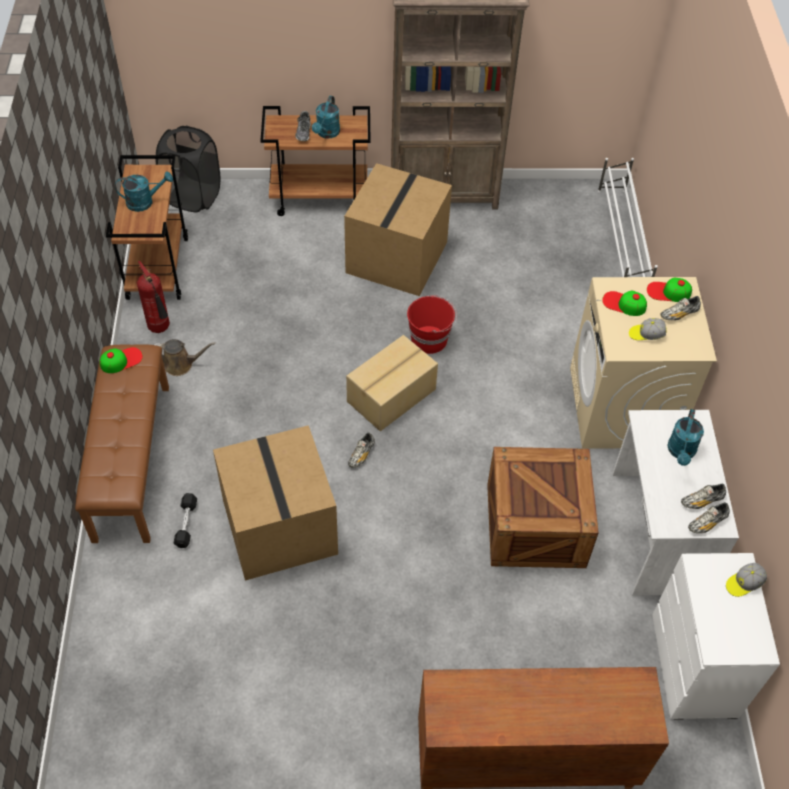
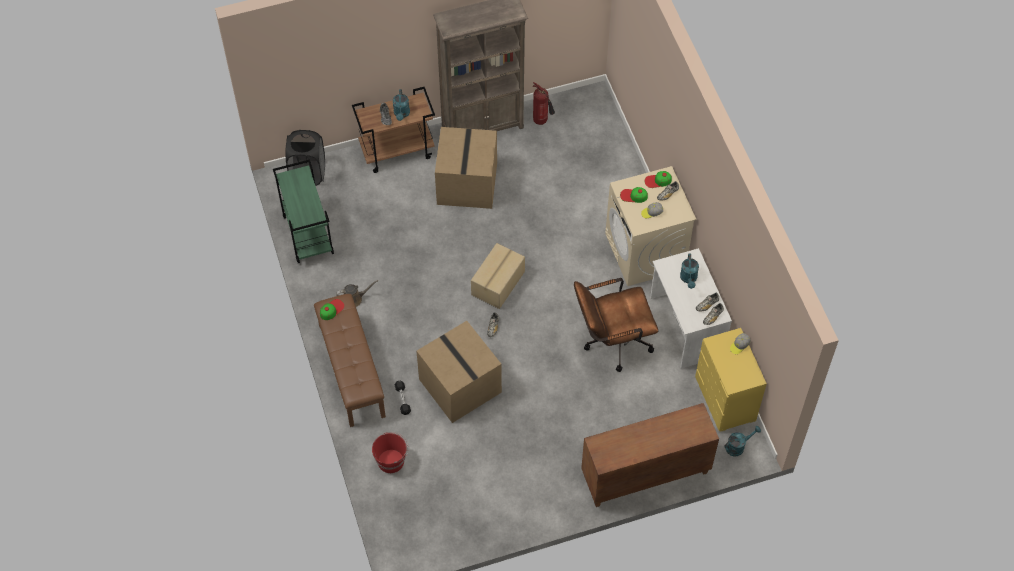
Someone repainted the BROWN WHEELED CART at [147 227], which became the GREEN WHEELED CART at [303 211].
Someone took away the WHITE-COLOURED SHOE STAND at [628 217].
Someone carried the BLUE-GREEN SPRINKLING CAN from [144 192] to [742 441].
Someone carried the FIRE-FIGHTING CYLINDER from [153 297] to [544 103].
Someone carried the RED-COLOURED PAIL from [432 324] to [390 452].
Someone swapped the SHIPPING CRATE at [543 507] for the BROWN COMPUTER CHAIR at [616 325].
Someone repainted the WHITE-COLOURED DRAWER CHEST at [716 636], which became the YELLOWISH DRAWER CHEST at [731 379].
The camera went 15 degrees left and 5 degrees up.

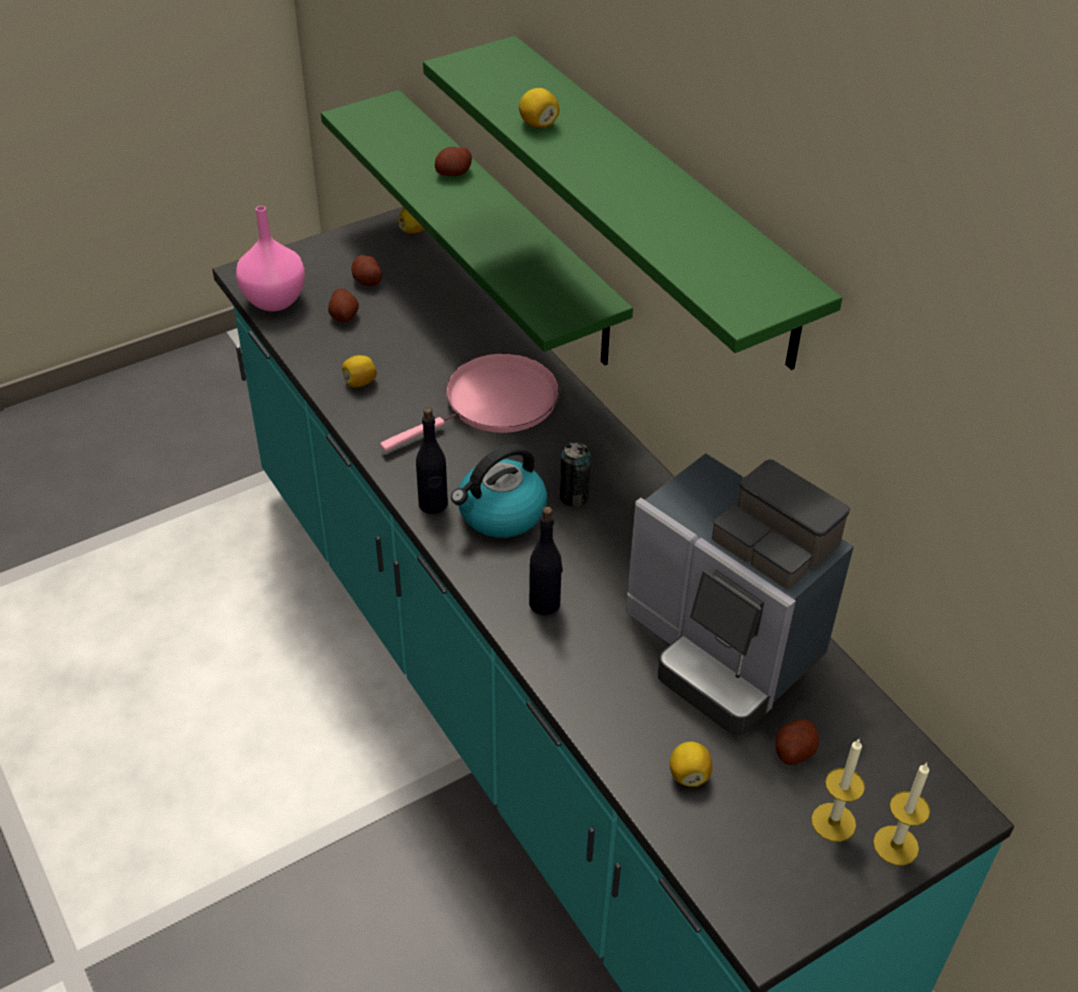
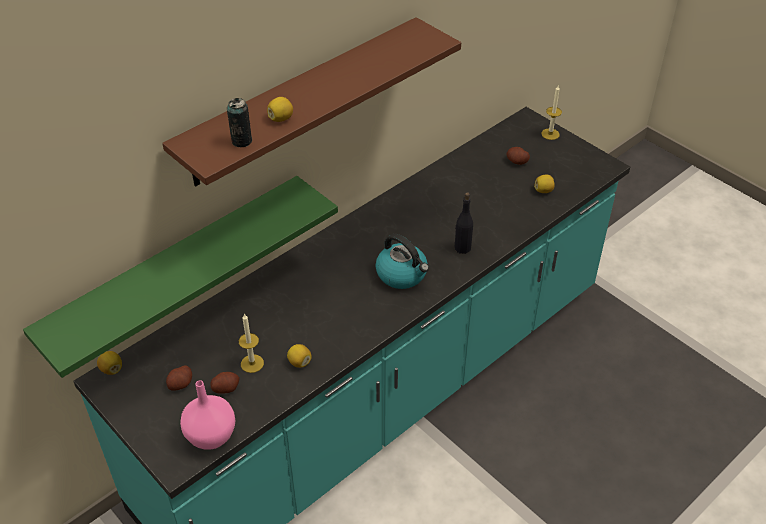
Someone repainted the GREEN WALL SHELF at [632 203], which became the BROWN WALL SHELF at [311 101].
Someone took away the POTATO at [453 161].
Someone took away the PINK-COLOURED FRYING PAN at [469 402].
Someone took away the BLACK BOTTLE at [432 460].
Someone carried the CAN from [575 474] to [239 122].
Someone took away the COFFEE MAKER at [740 594].
Someone carried the WAX LIGHT from [838 790] to [251 343].
The camera went 100 degrees left and 0 degrees up.

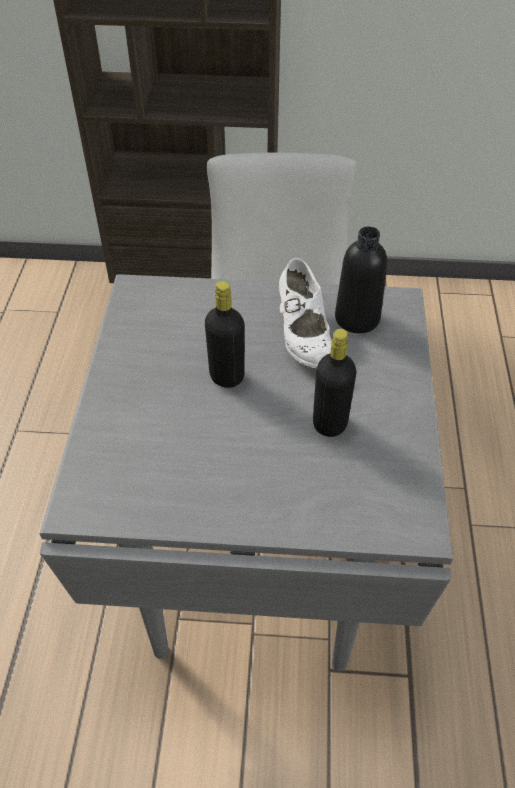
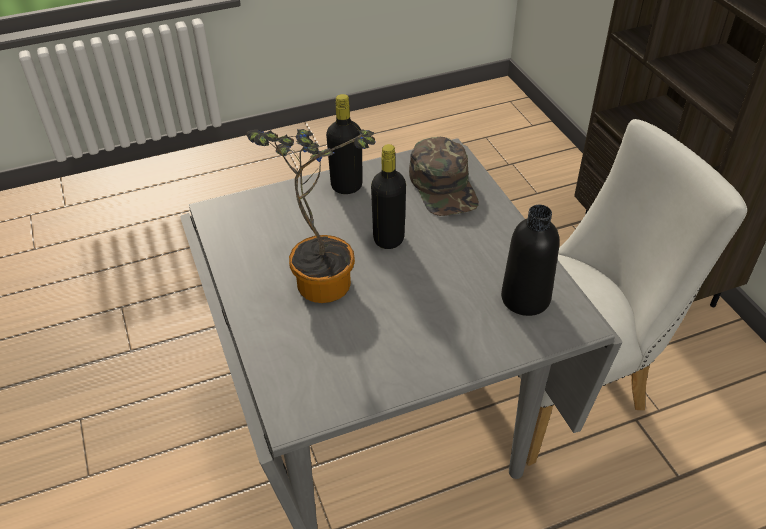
Someone took away the WHITE-COLOURED SHOE at [305 313].
Someone carried the BLACK BOTTLE from [334 383] to [344 144].
Someone put down the HOUSEPLANT at [311 215].
Someone put down the GREEN BASEBALL CAP at [444 176].
The camera went 65 degrees right and 5 degrees down.

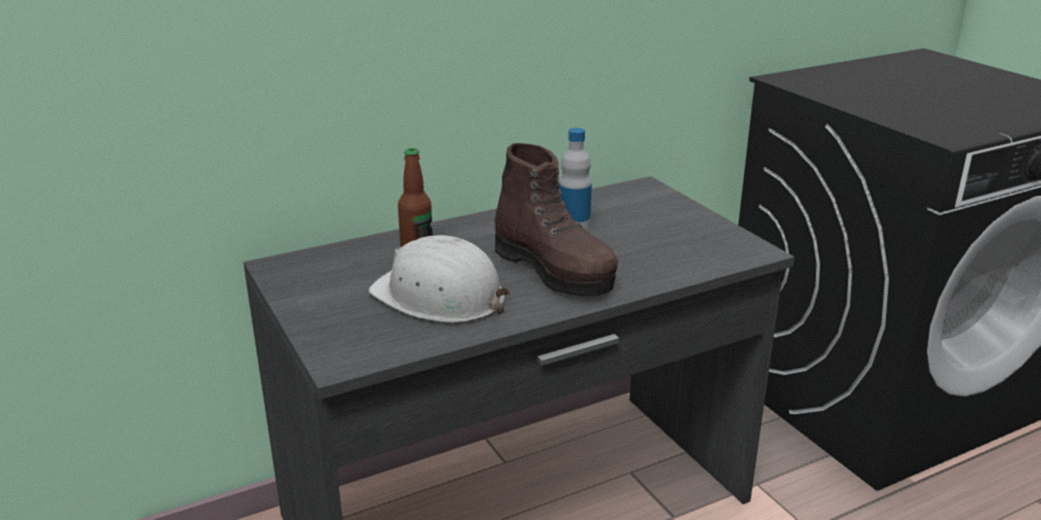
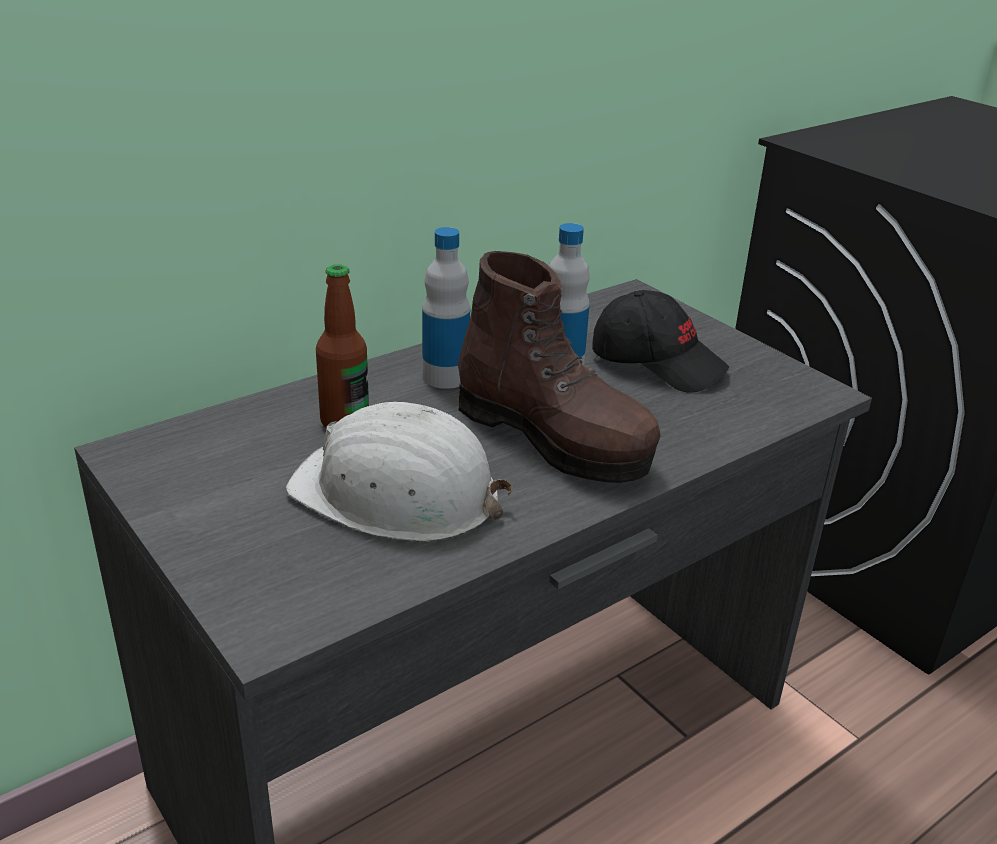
Someone put down the BOTTLE at [446 308].
Someone put down the BLACK BASEBALL CAP at [660 341].
The camera went 10 degrees left and 5 degrees up.

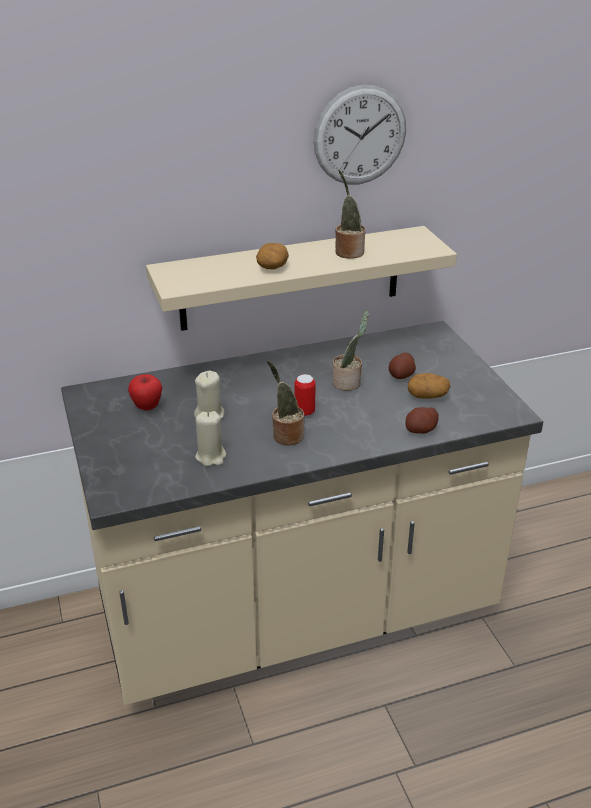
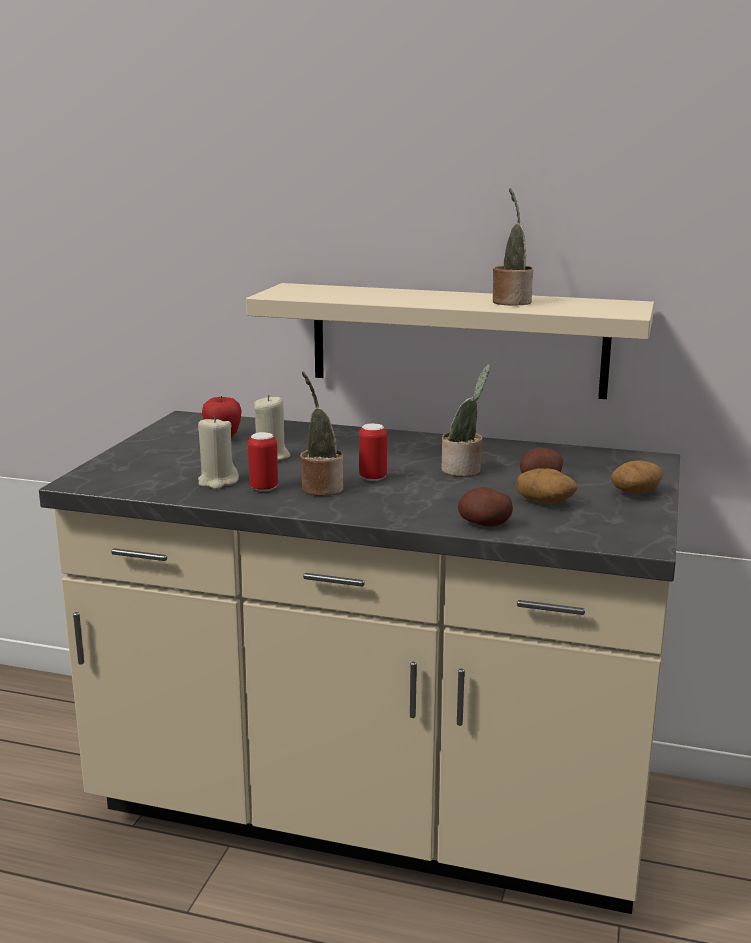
Someone took away the CLOCK ON THE WALL at [359 135].
Someone carried the POTATO from [272 256] to [637 477].
Someone put down the CAN at [263 462].
The camera went 35 degrees right and 15 degrees down.

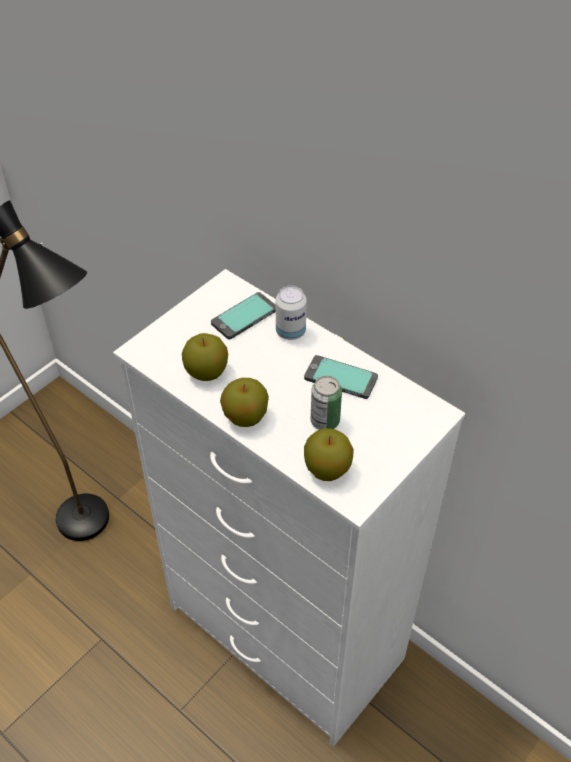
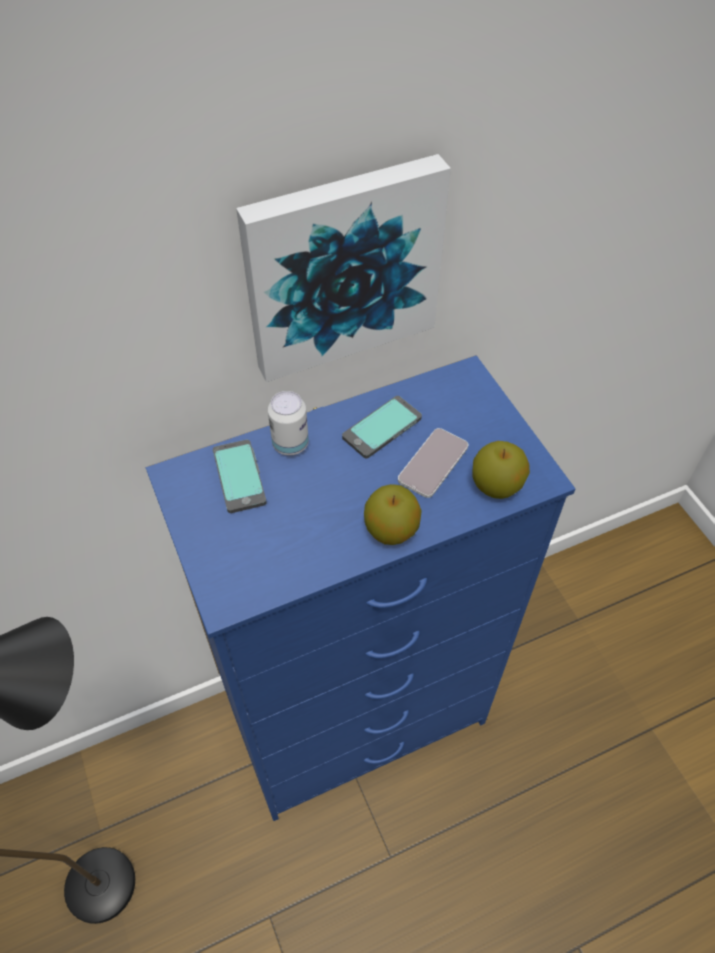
Someone repainted the WHITE-COLOURED DRAWER CHEST at [289 508], which became the BLUISH DRAWER CHEST at [360 588].
Someone took away the WHOLE APPLE at [205 357].
Someone swapped the CAN at [326 403] for the HANDSET at [433 463].
Someone put up the WALL PICTURE at [343 268].
The camera went 65 degrees left and 5 degrees up.

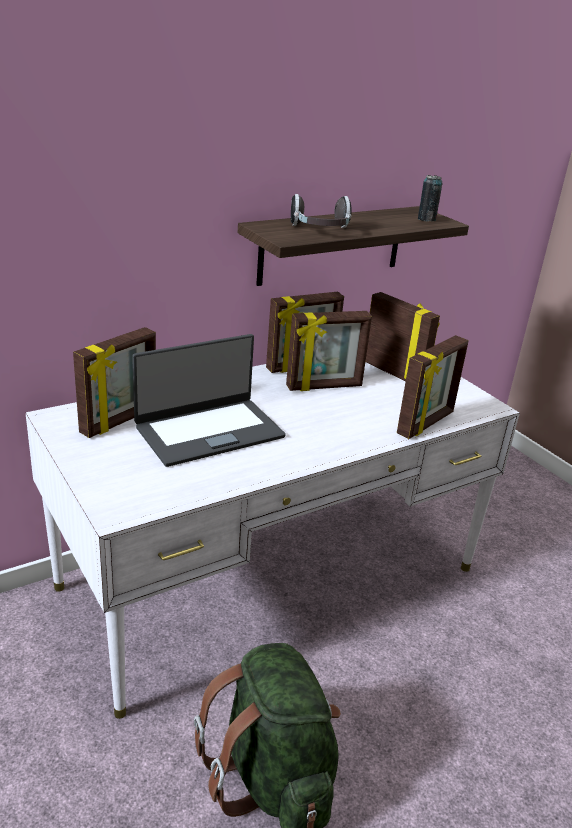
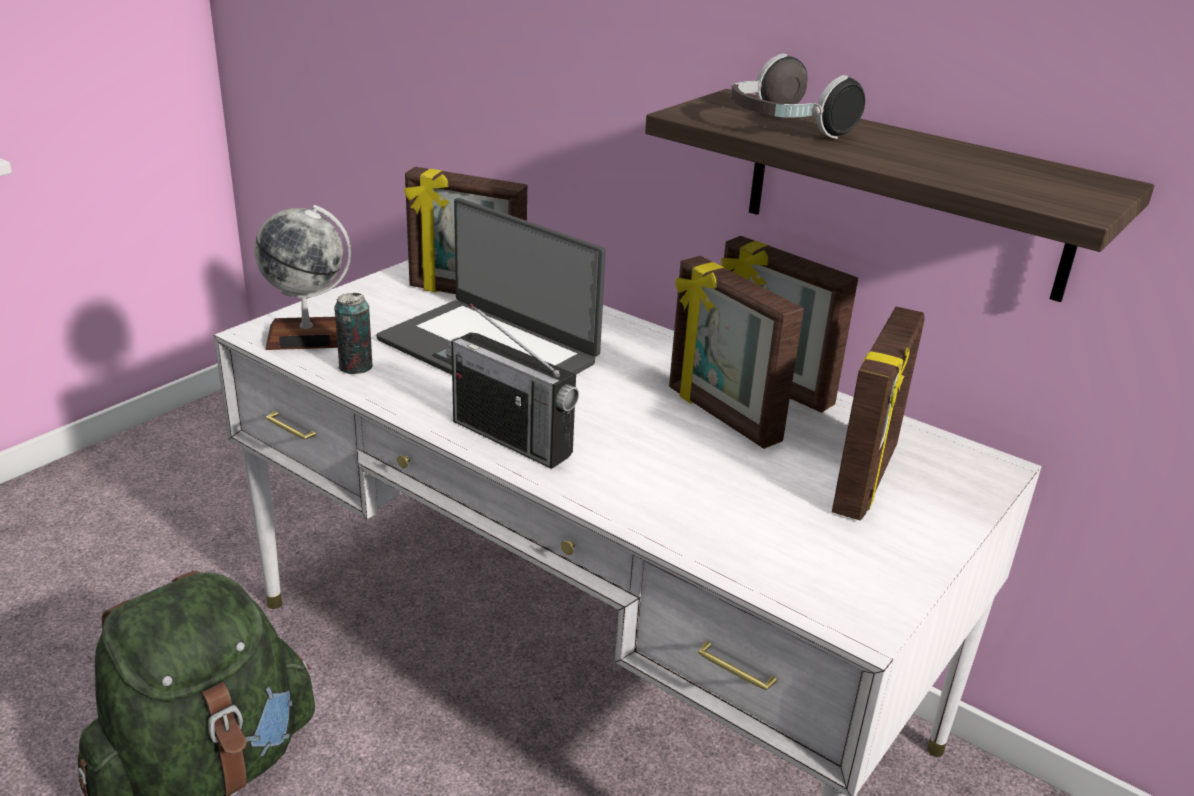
Someone carried the CAN from [430 198] to [353 333].
Someone took away the STANDING FRAME at [433 387].
Someone put down the DESK GLOBE at [303 277].
Someone put down the RADIO RECEIVER at [512 386].
The camera went 70 degrees right and 0 degrees up.

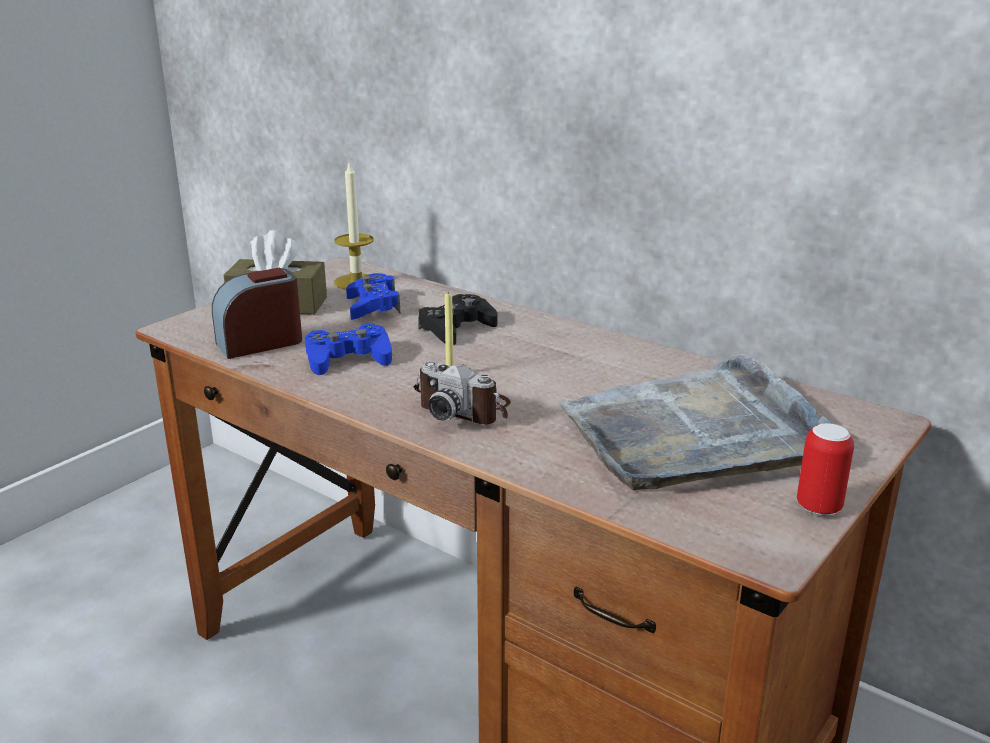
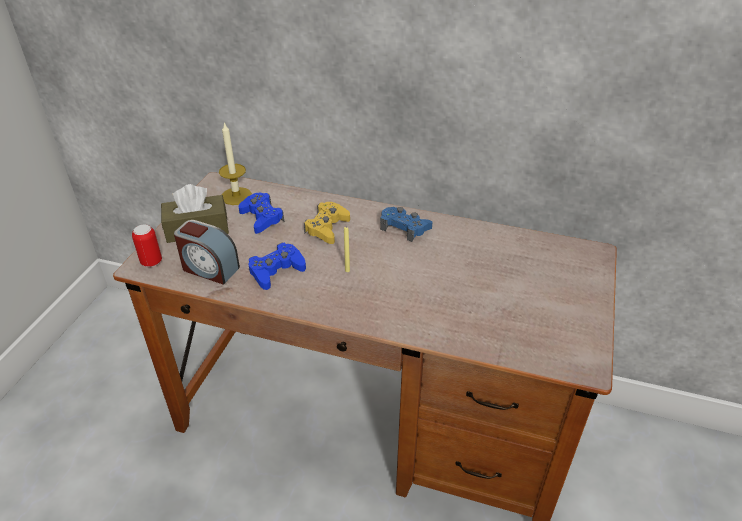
Someone rotated the TABLE CLOCK at [257 313] by 105 degrees counterclockwise.
Someone repainted the BLACK GAMEPAD at [457 319], which became the YELLOWISH GAMEPAD at [327 223].
Someone took away the GRAY CARRYING TRAY at [695 422].
Someone took away the PHOTO CAMERA at [462 393].
Someone carried the CAN from [825 469] to [147 246].
Someone put down the BLUISH GAMEPAD at [406 224].
The camera went 20 degrees left and 15 degrees up.

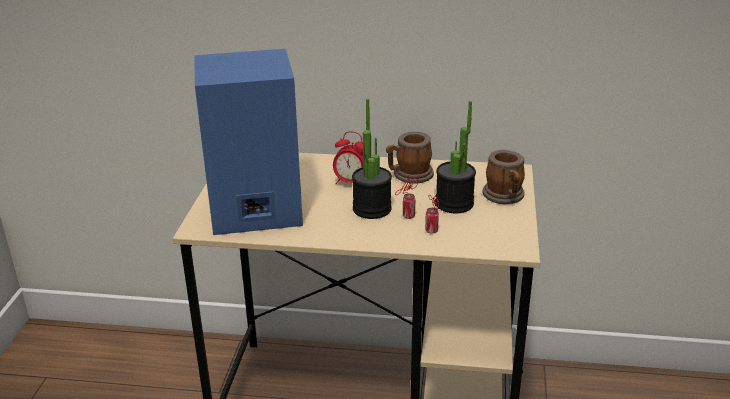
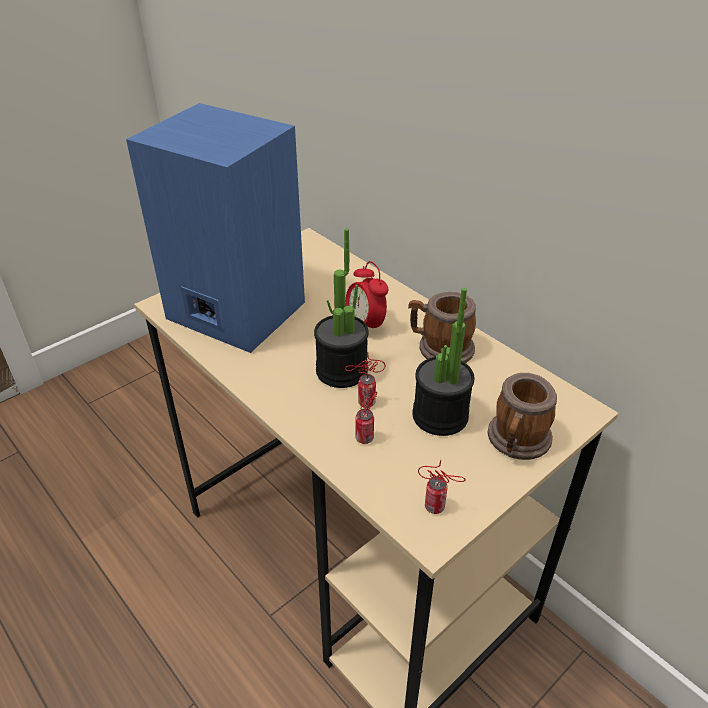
Someone put down the CAN at [441 487].
The camera went 40 degrees right and 10 degrees up.

